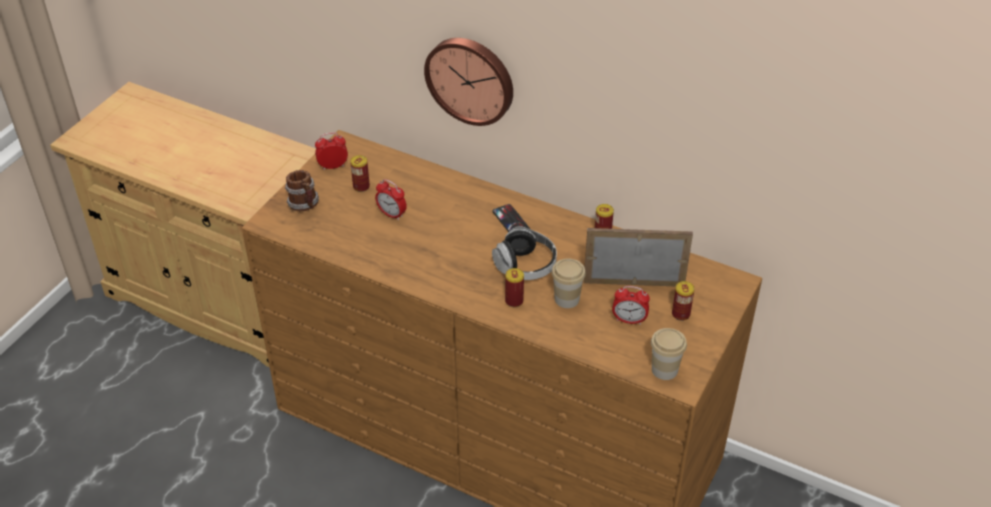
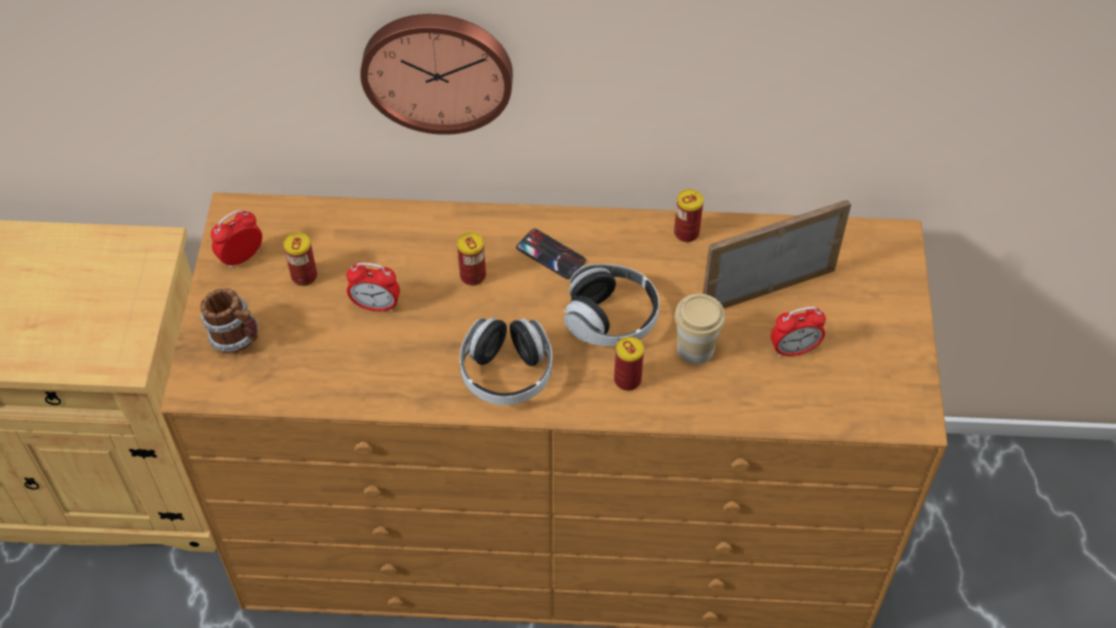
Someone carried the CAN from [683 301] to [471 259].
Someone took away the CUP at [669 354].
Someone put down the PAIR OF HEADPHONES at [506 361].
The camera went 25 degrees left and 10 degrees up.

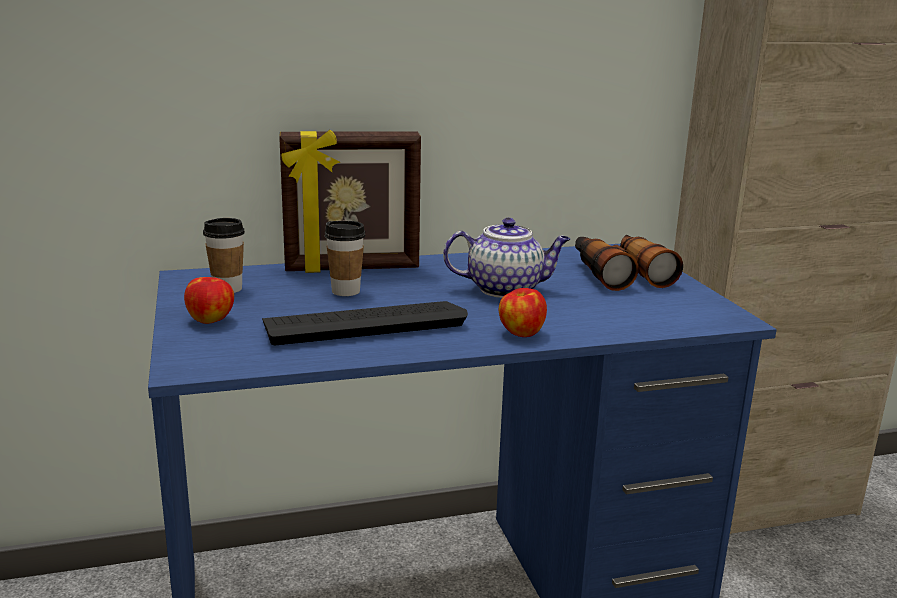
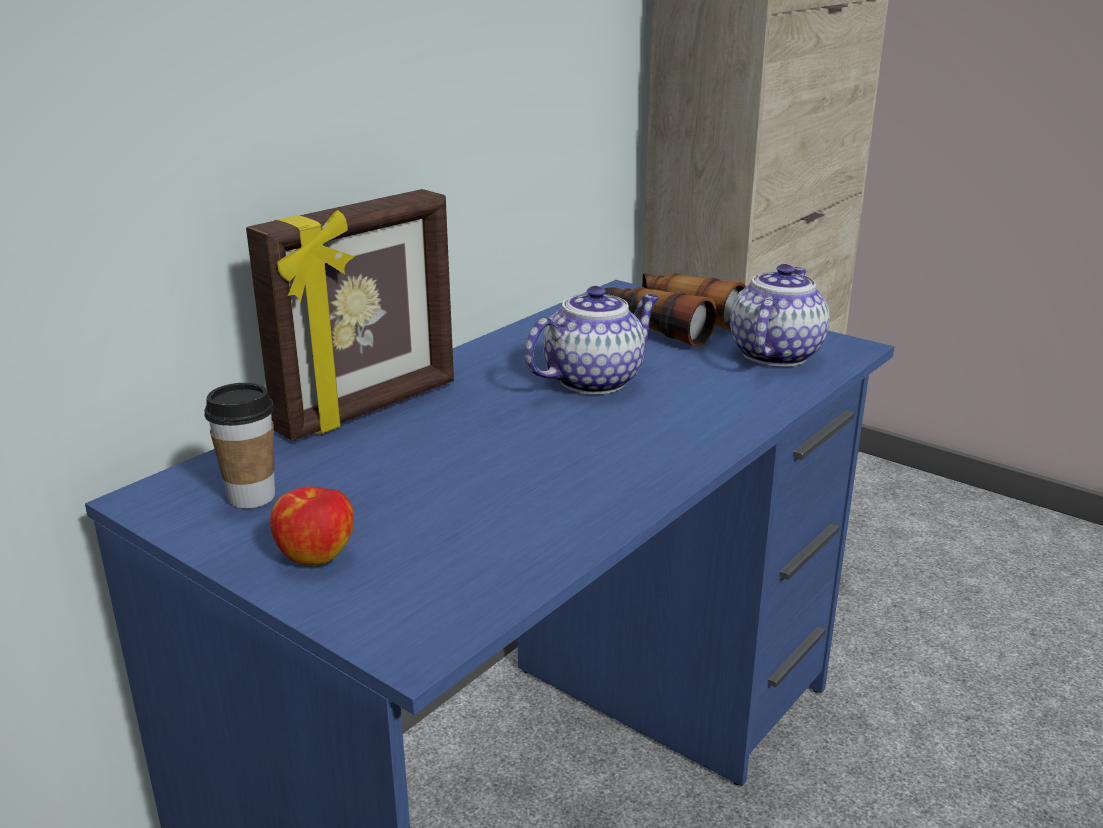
Someone took away the CUP at [345 258].
Someone took away the WHOLE APPLE at [523 312].
Someone took away the COMPUTER KEYBOARD at [365 323].
Someone put down the TEA POT at [779 315].
The camera went 35 degrees left and 5 degrees up.

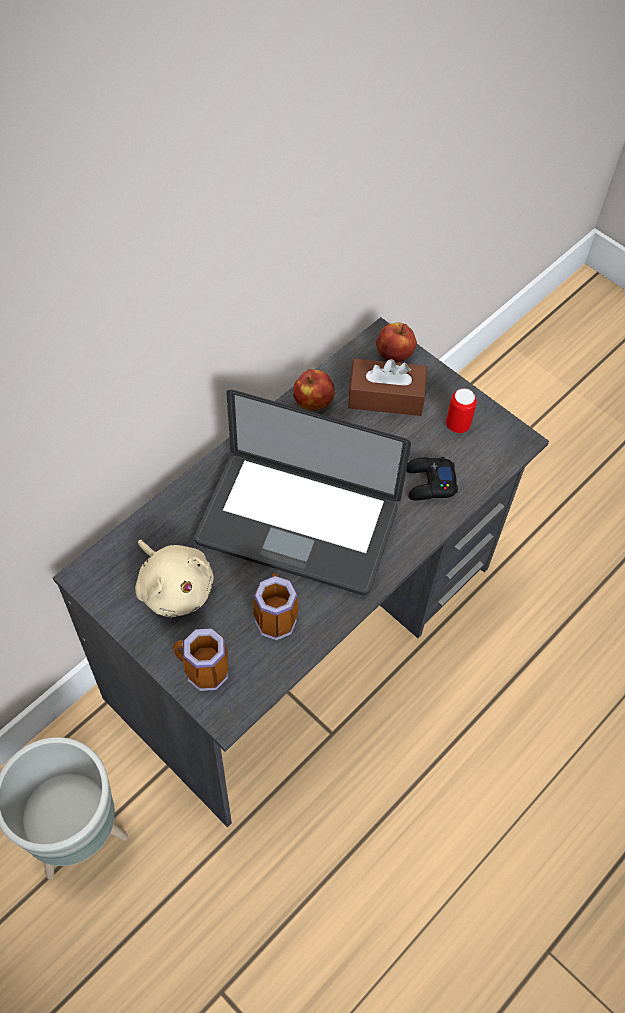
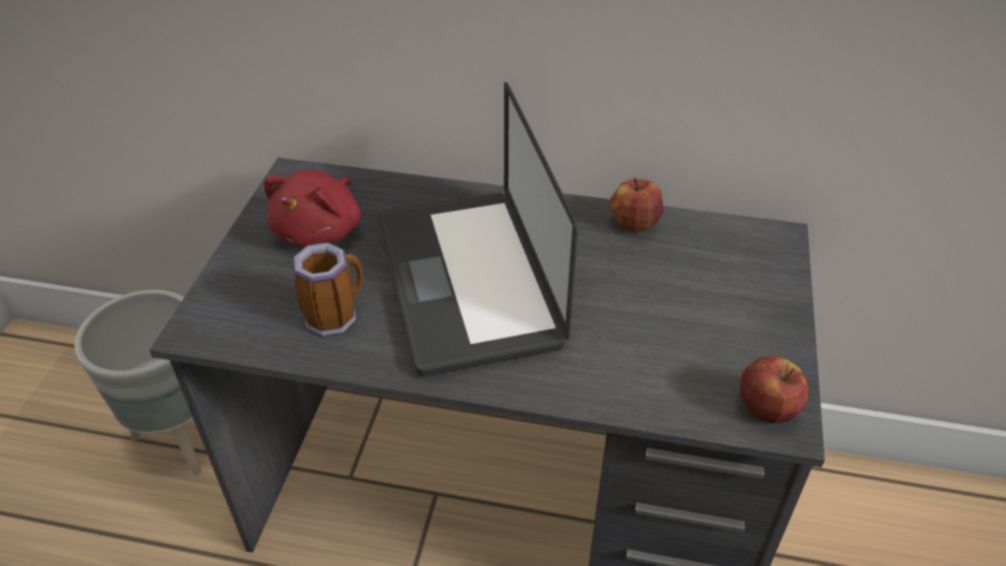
Someone carried the WHOLE APPLE from [396 342] to [774 389].
Someone took away the BROWN BOX OF TISSUES at [387 387].
Someone took away the CAN at [461 410].
Someone took away the BLACK GAMEPAD at [432 478].
Someone repainted the BEIGE CUDDLY TOY at [174 578], which became the RED-COLOURED CUDDLY TOY at [312 208].
Someone took away the COFFEE MUG at [201 659].
The camera went 60 degrees right and 15 degrees down.

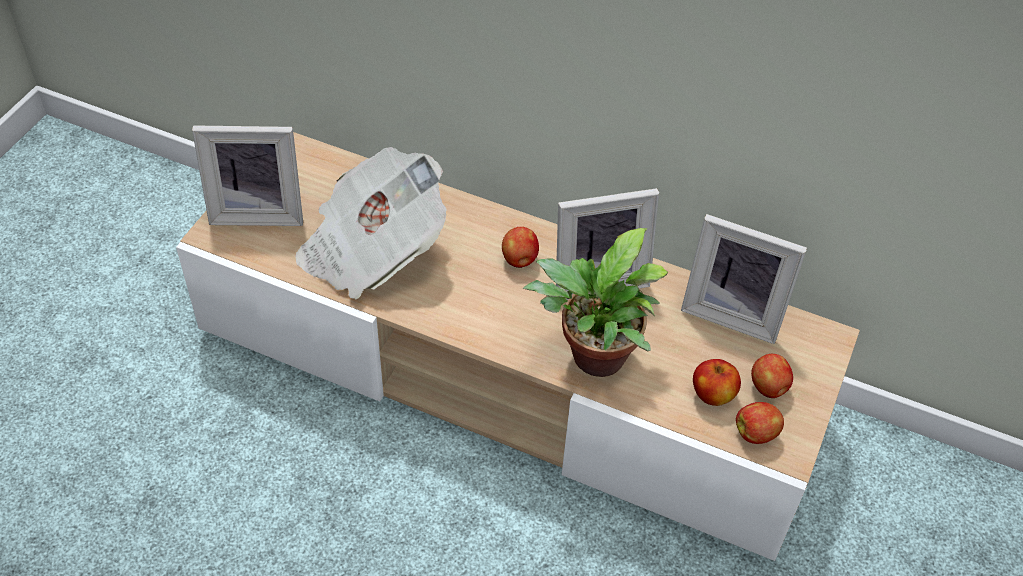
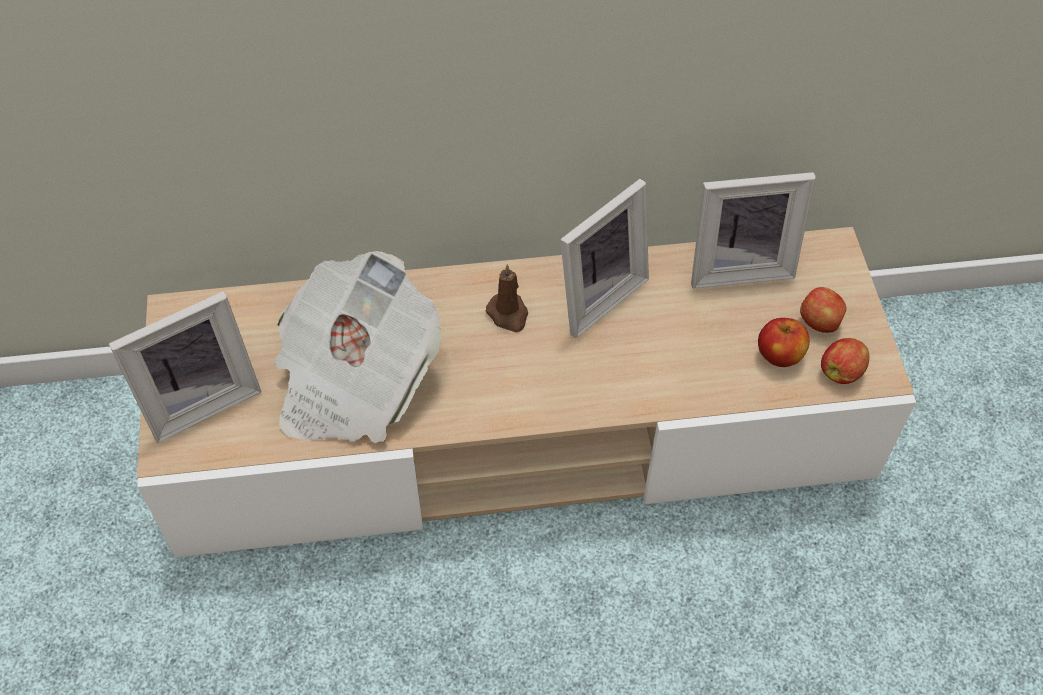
Someone swapped the WHOLE APPLE at [520 247] for the BROWN WAX LIGHT at [507 298].
Someone took away the HOUSEPLANT at [595 302].
The camera went 30 degrees left and 5 degrees up.

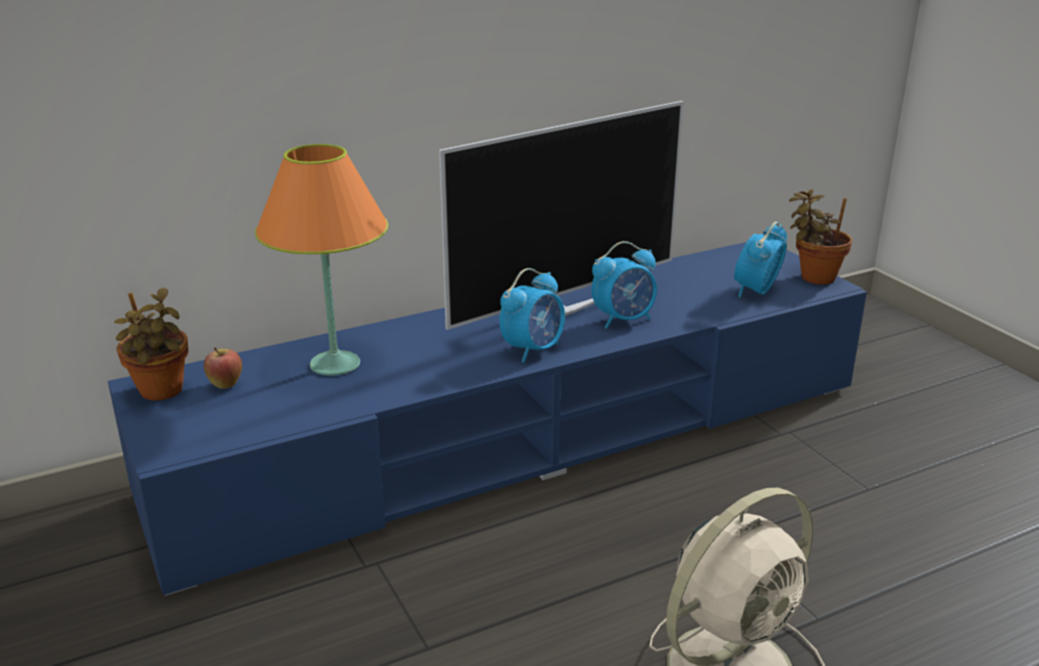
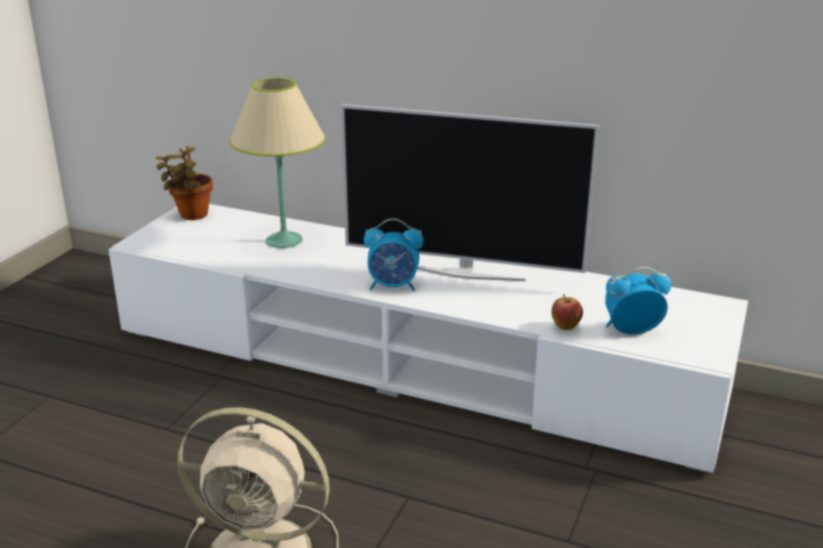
Someone repainted the ORANGE LAMP FOR A TABLE at [321 260], which became the BEIGE LAMP FOR A TABLE at [277 163].
Someone took away the HOUSEPLANT at [820 237].
Someone took away the TABLE CLOCK at [624 285].
Someone repainted the BLUISH TV STAND at [487 419], which became the WHITE-COLOURED TV STAND at [428 338].
Someone carried the WHOLE APPLE from [223 368] to [567 312].
The camera went 50 degrees right and 0 degrees up.

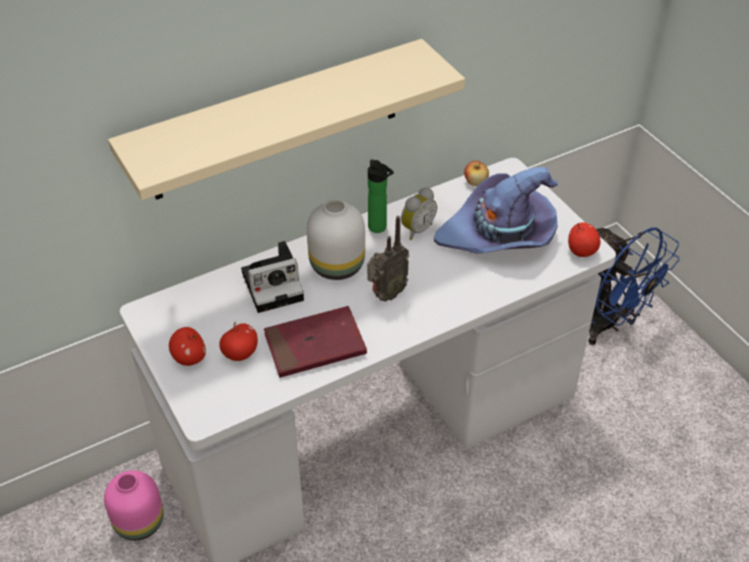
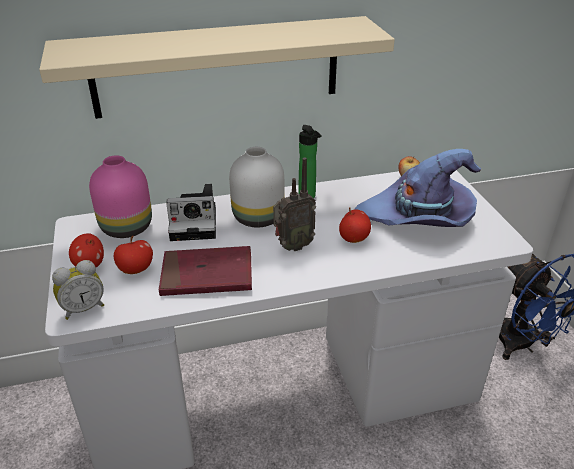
Someone carried the TABLE CLOCK from [419 213] to [78 290].
Someone carried the WHOLE APPLE from [584 239] to [355 225].
Someone carried the PINK-COLOURED FLOWER VASE from [134 505] to [120 196].
The camera went 15 degrees right and 10 degrees down.

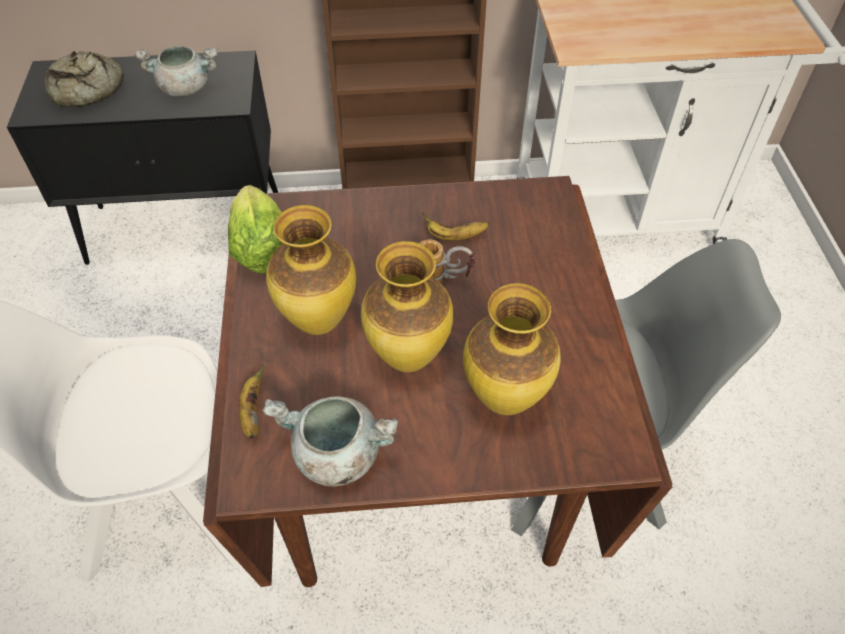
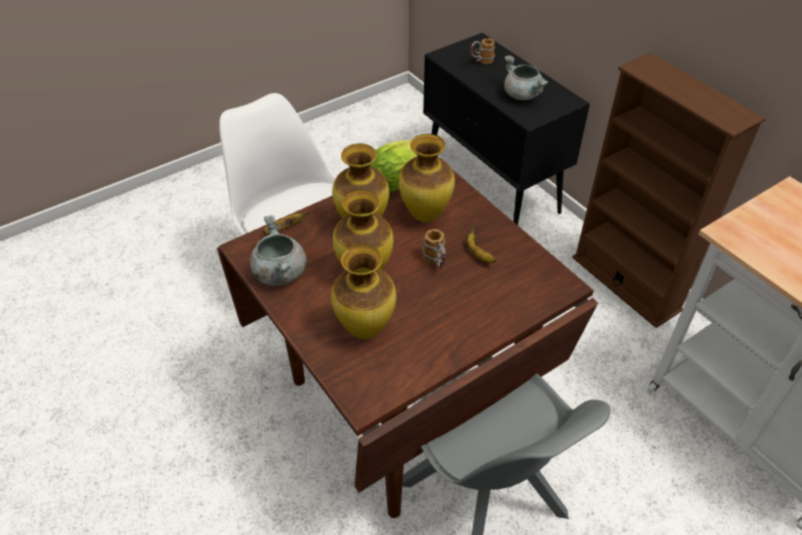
Someone swapped the BREAD at [84 79] for the COFFEE MUG at [482 51].
Someone put down the FLOWER VASE at [427 178].
The camera went 60 degrees right and 5 degrees down.

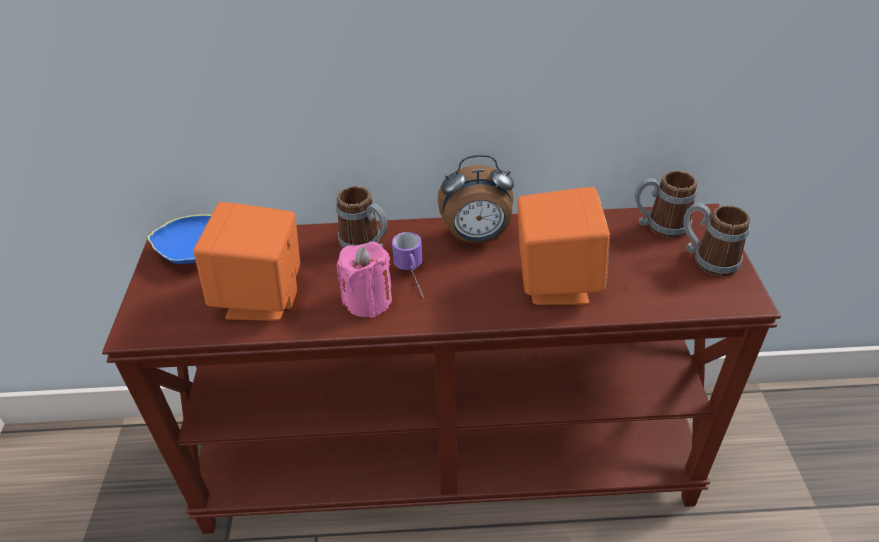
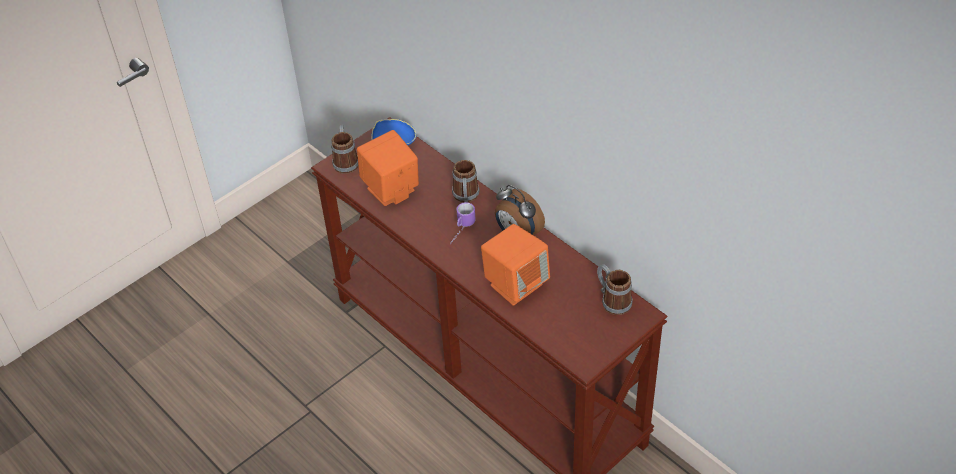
Someone carried the COFFEE MUG from [717 240] to [344 149].
Someone took away the PINK-COLOURED WAX LIGHT at [364 280].
The camera went 50 degrees right and 5 degrees up.

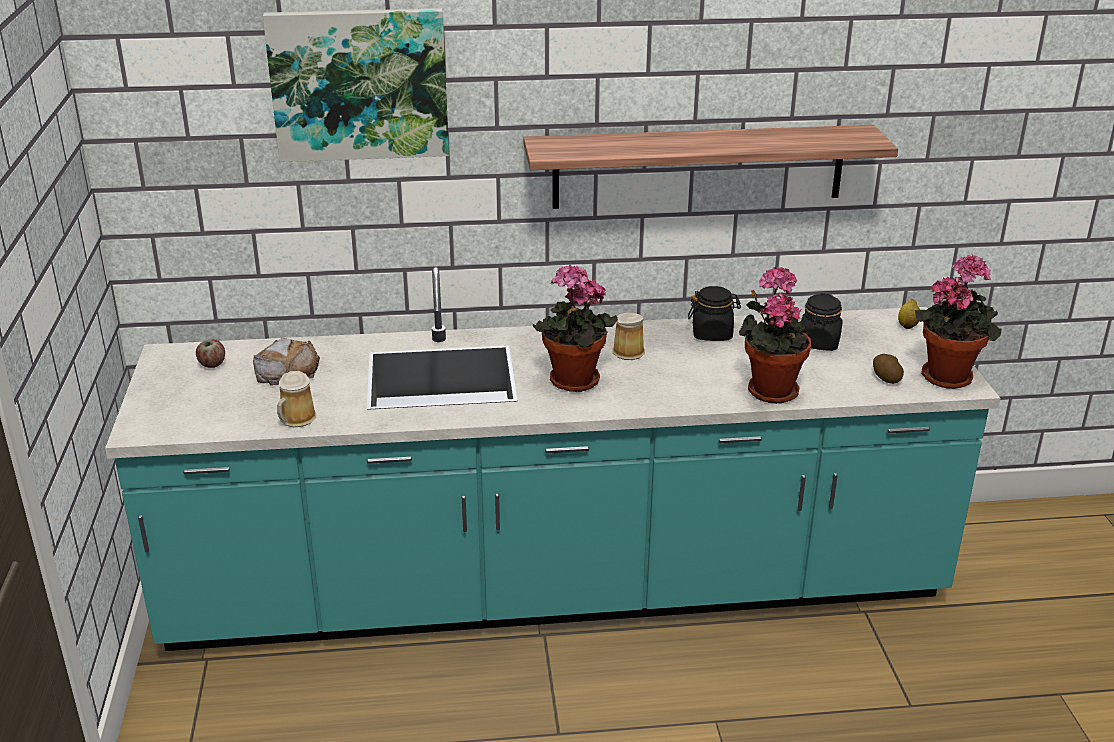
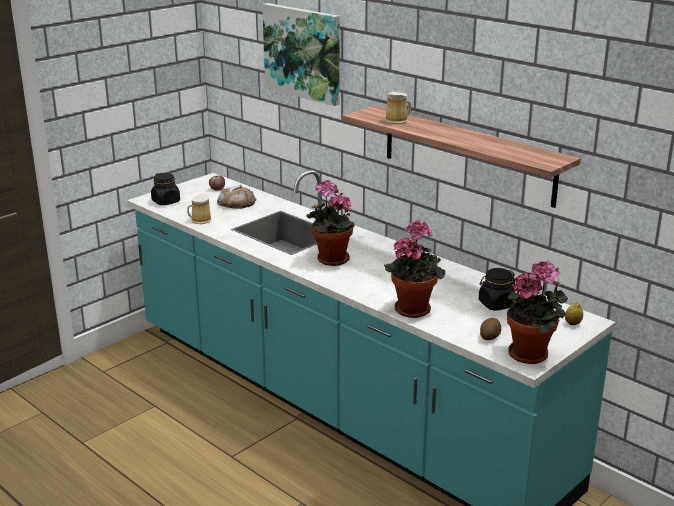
Someone carried the BLACK PRESERVE JAR from [714 313] to [165 189].
Someone carried the COFFEE MUG from [628 336] to [398 108].
The camera went 50 degrees right and 5 degrees down.

